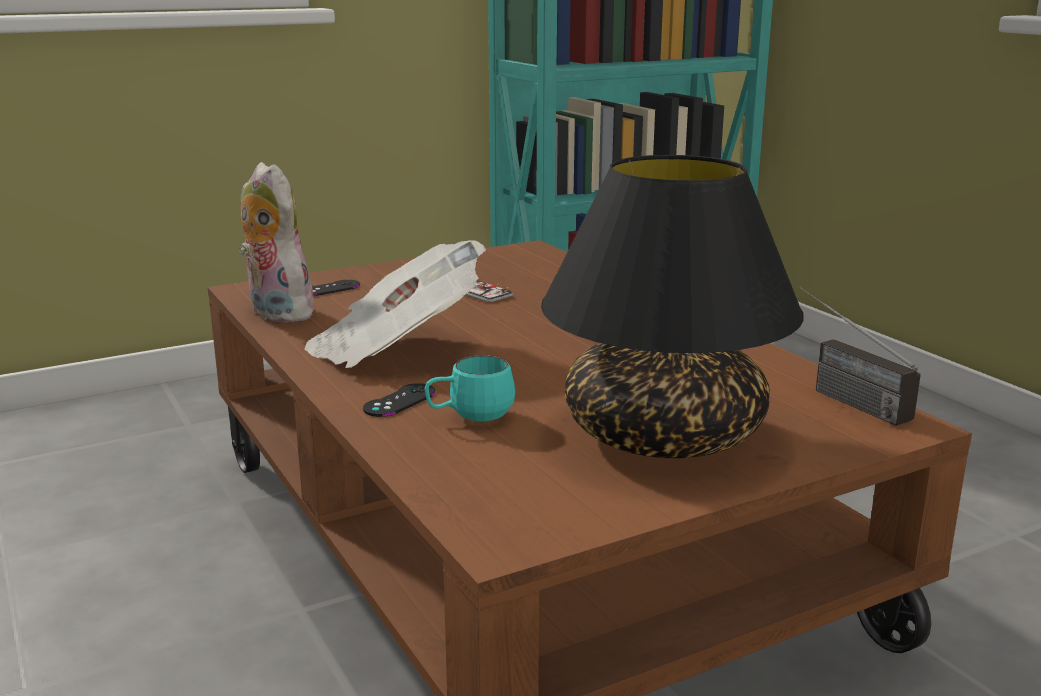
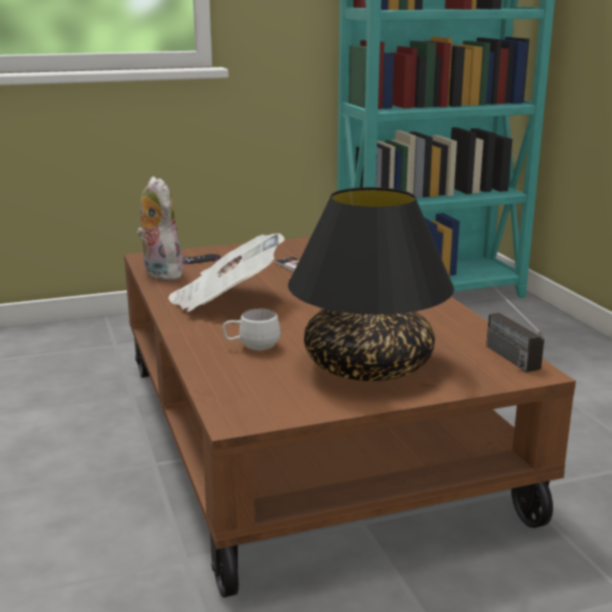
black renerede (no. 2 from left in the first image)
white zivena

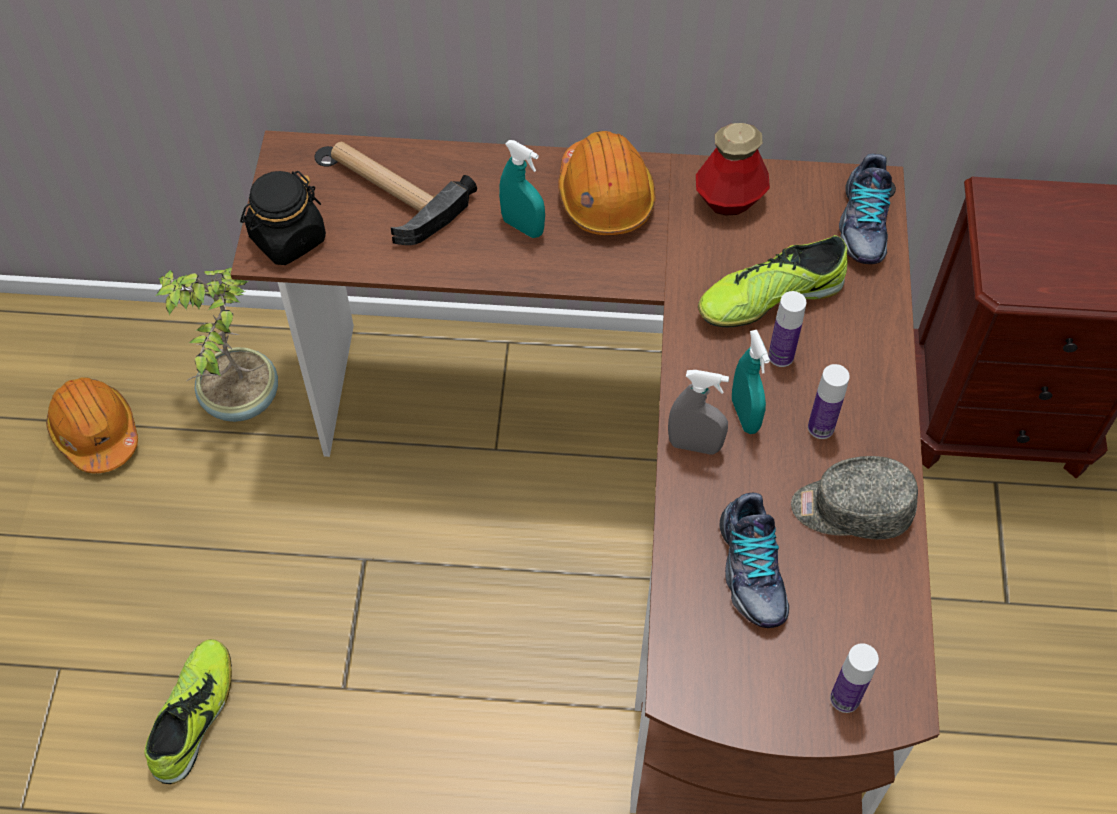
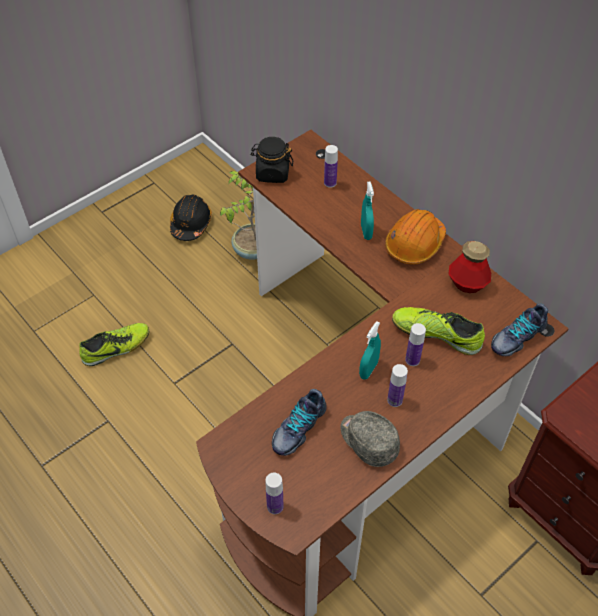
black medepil
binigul (no. 2 from left)
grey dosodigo

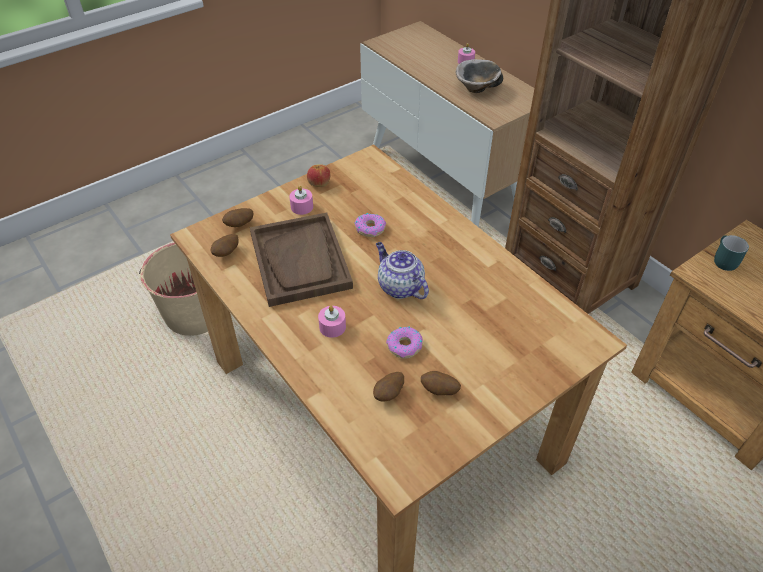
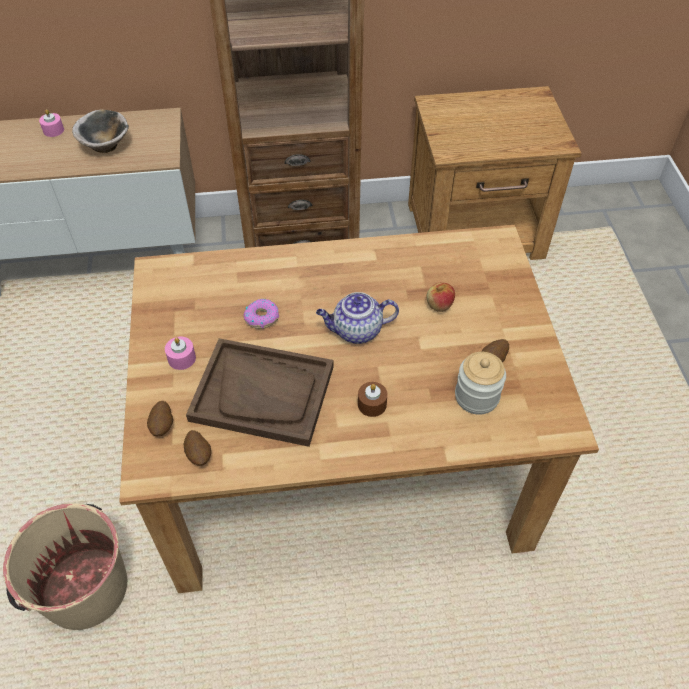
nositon
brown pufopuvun
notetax
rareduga (no. 2 from left in the first image)
turquoise zivena

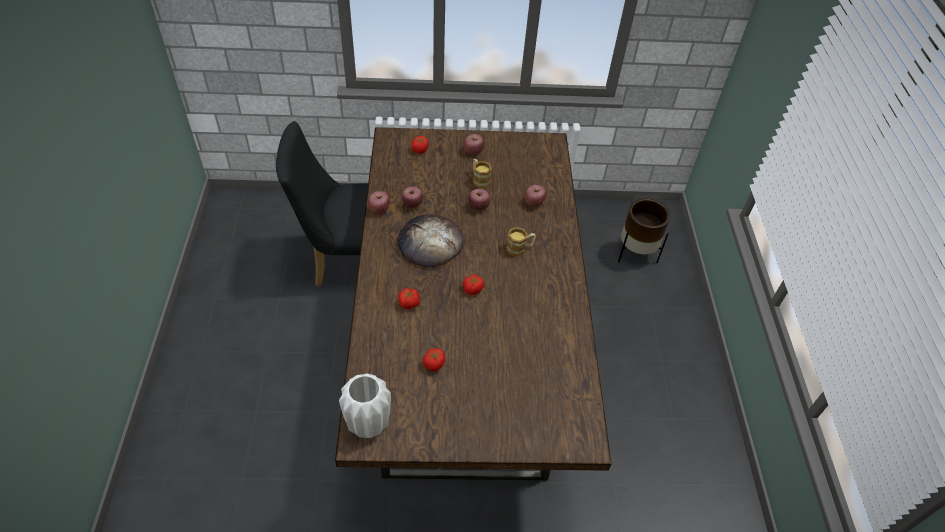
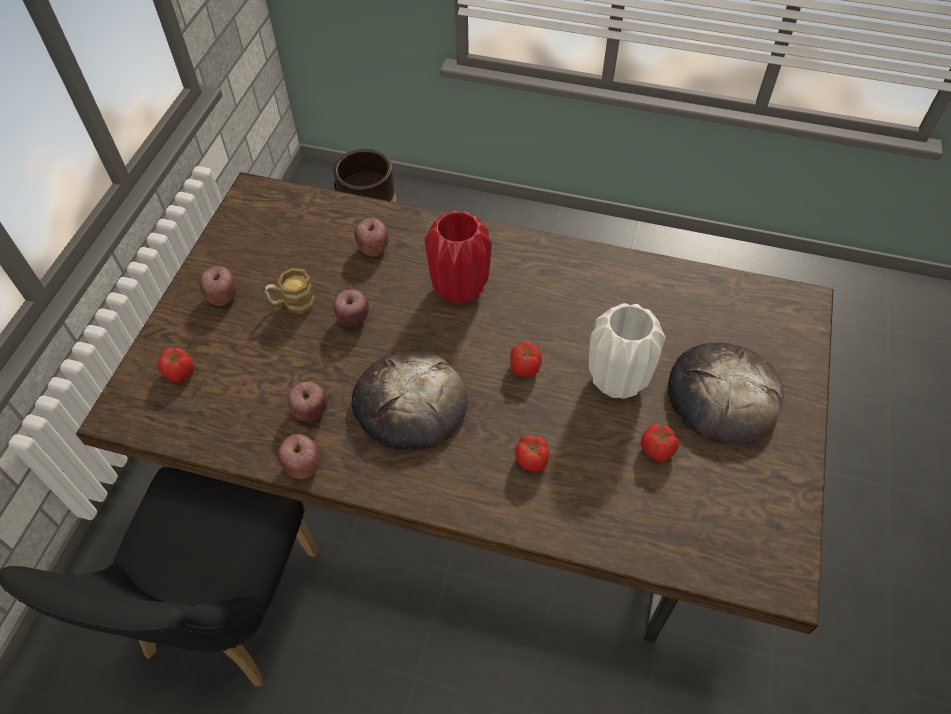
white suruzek
red suruzek
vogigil (no. 2 from left)

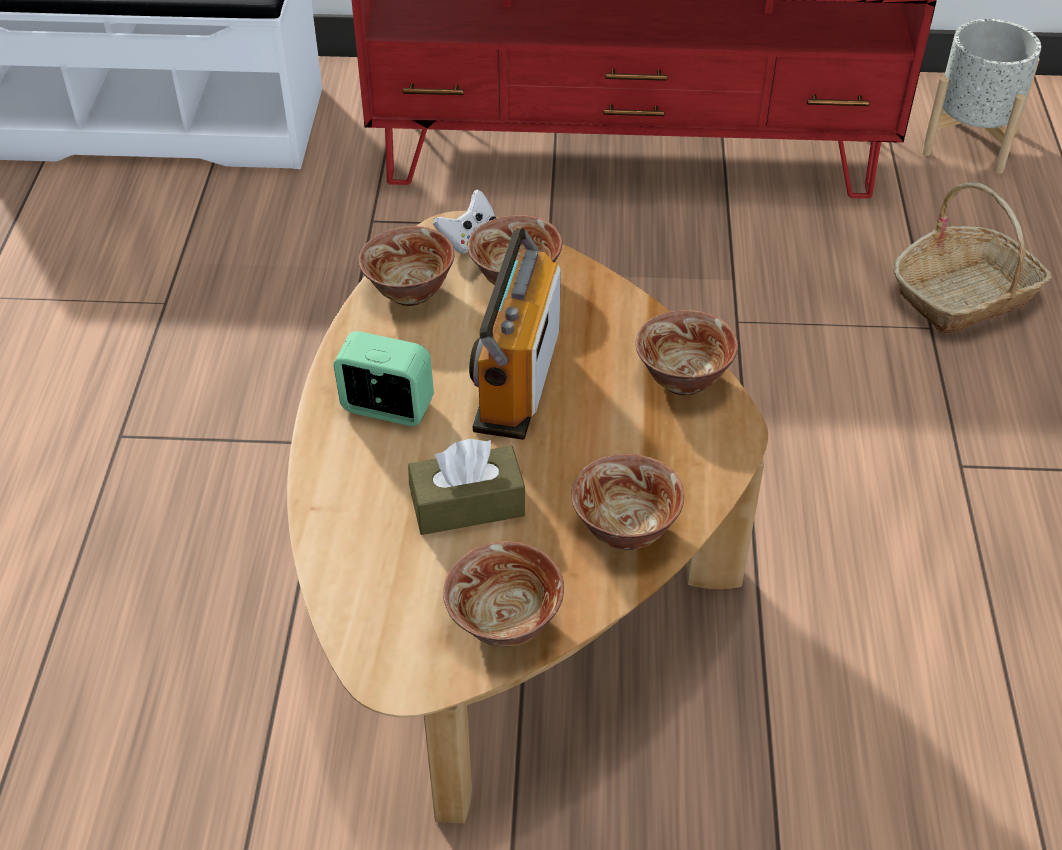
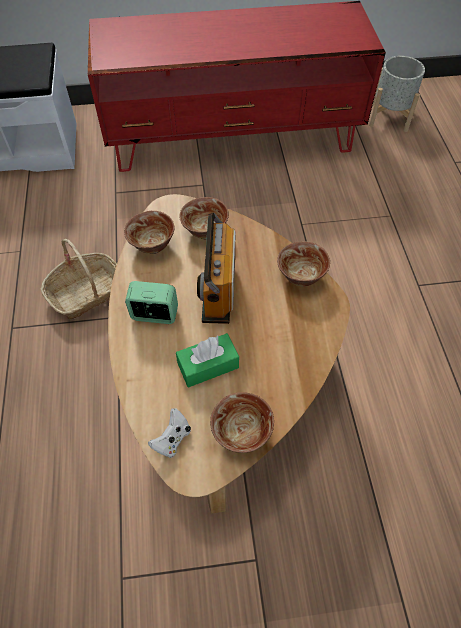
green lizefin
white renerede
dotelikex (no. 4 from left in the first image)
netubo

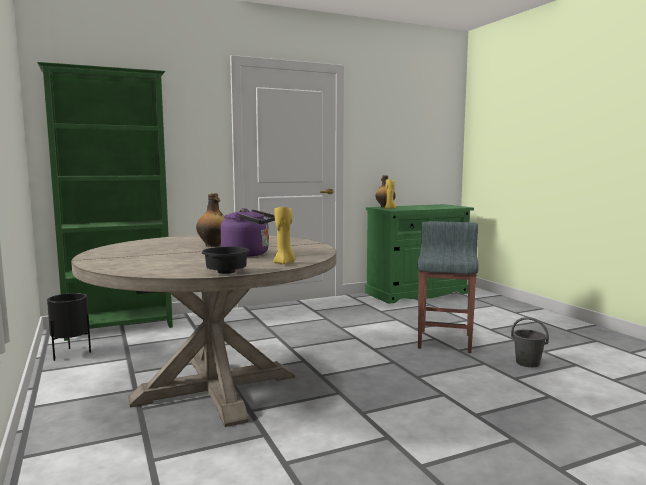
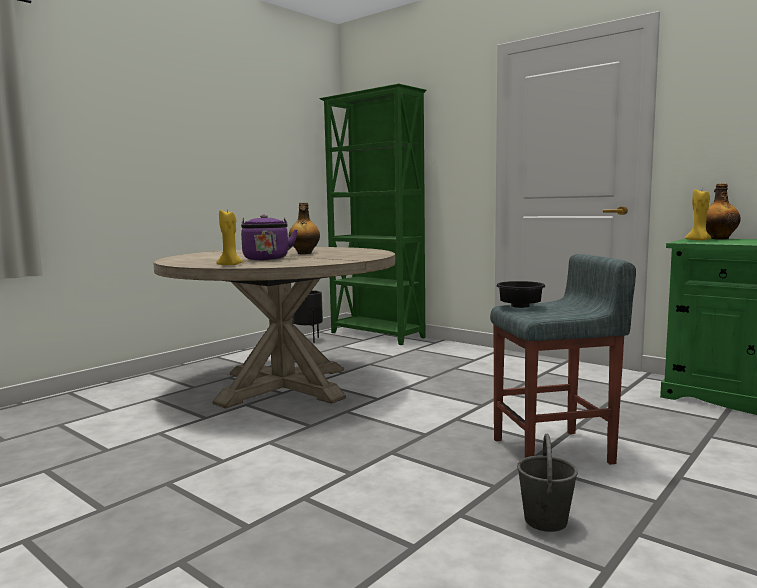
black dotelikex

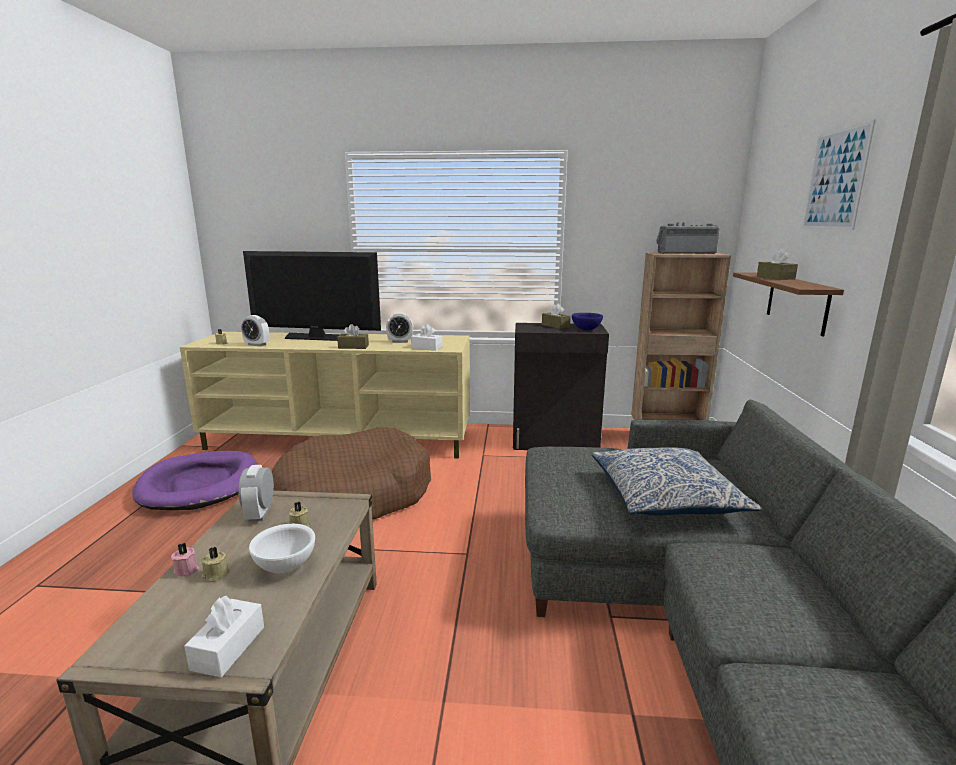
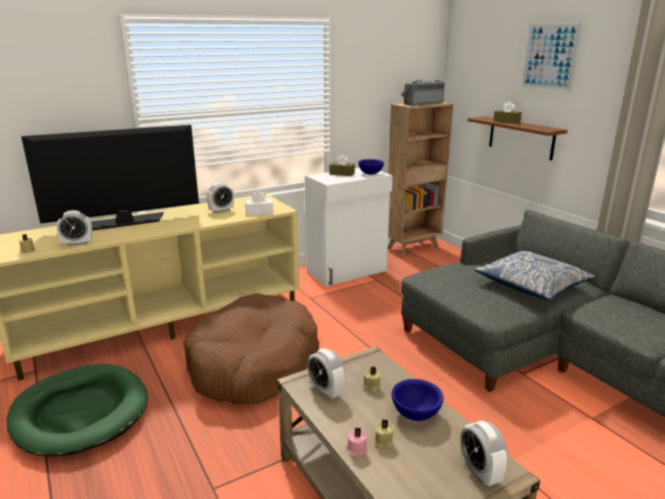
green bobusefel
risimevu (no. 4 from left)
blue dotelikex (no. 2 from left)
brown lizefin (no. 1 from left in the first image)
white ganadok

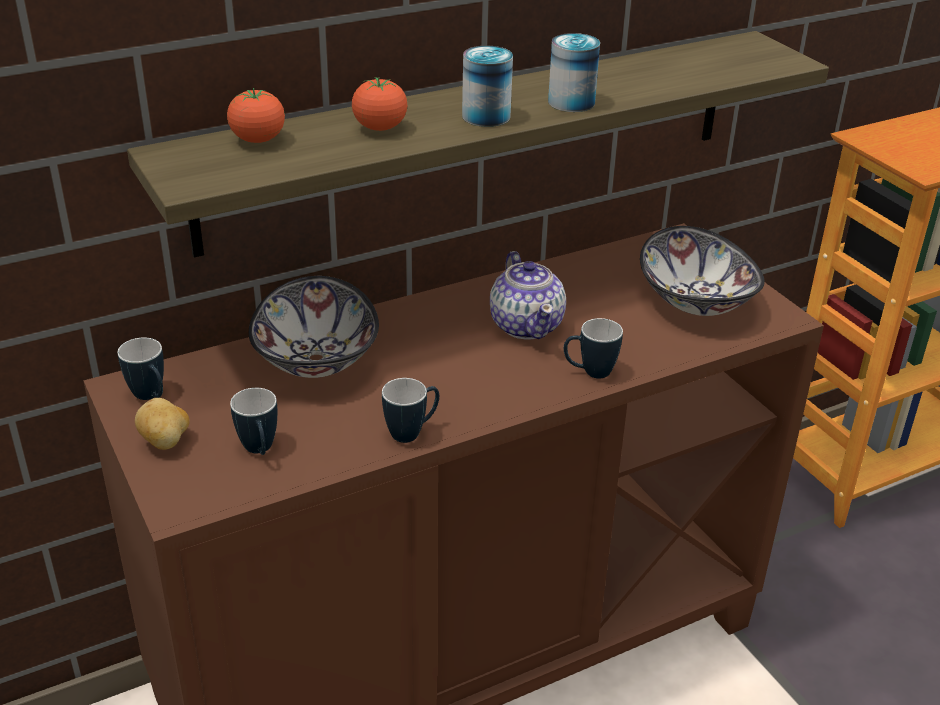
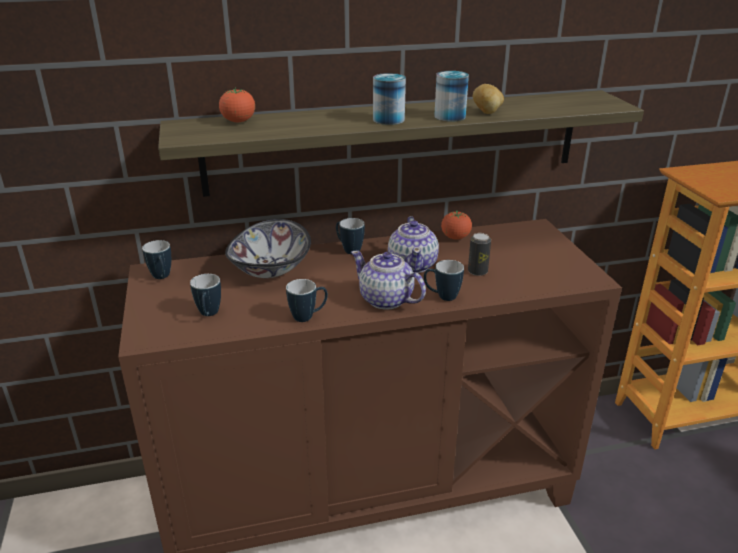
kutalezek
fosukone (no. 2 from left)
dotelikex (no. 2 from left in the first image)
zivena (no. 4 from left)
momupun (no. 1 from left)
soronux (no. 3 from left)

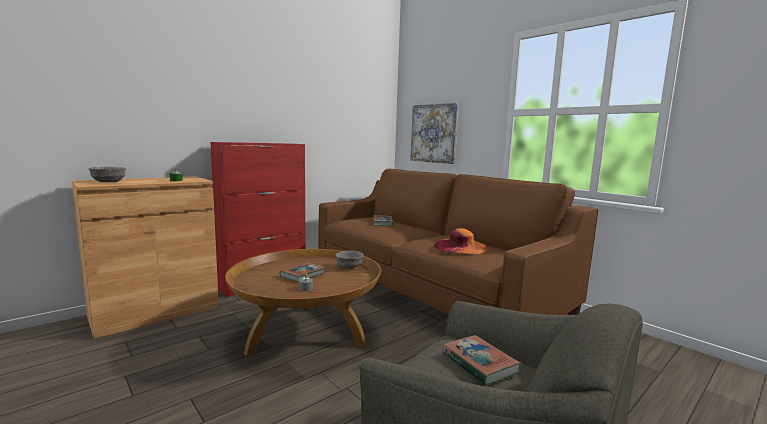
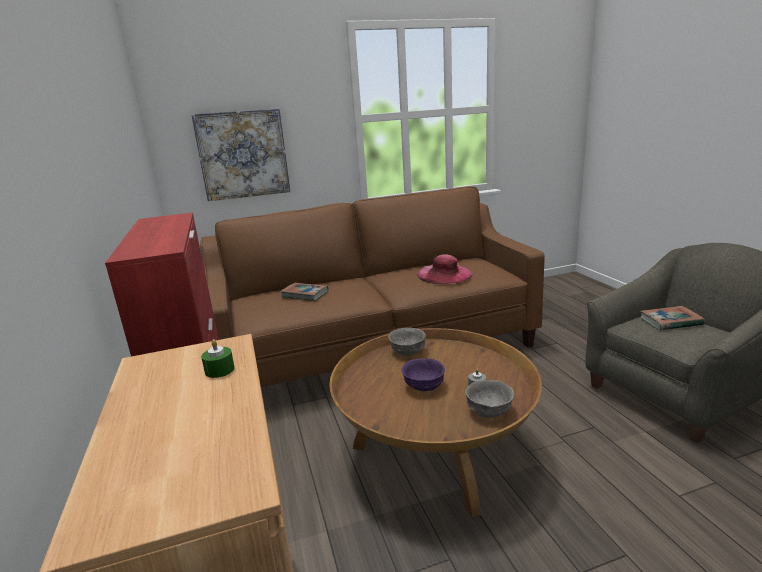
grey dotelikex (no. 2 from left)
purple dotelikex
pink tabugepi

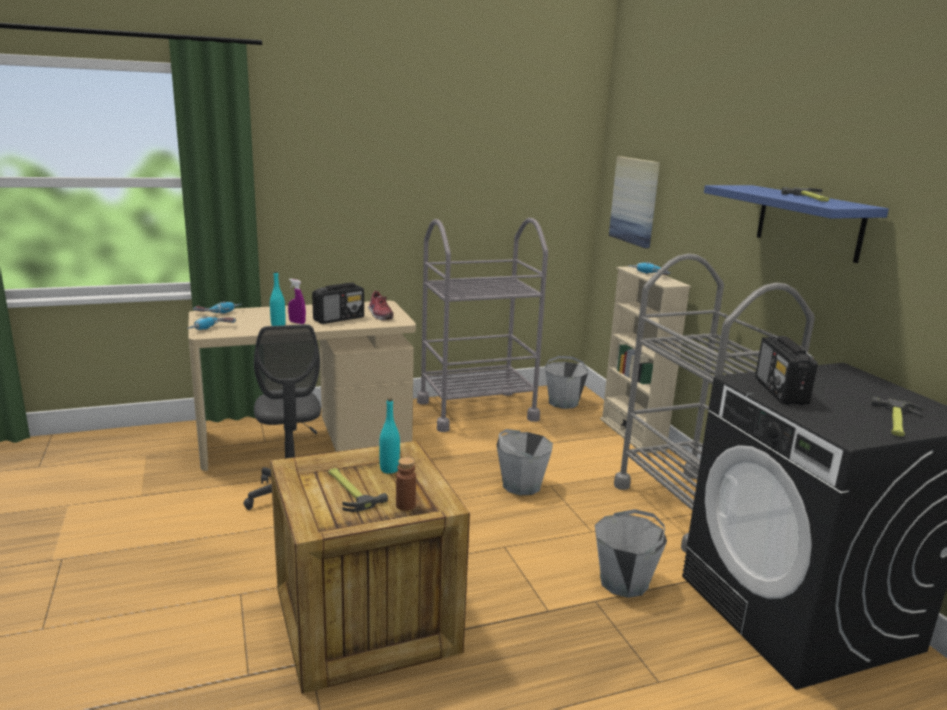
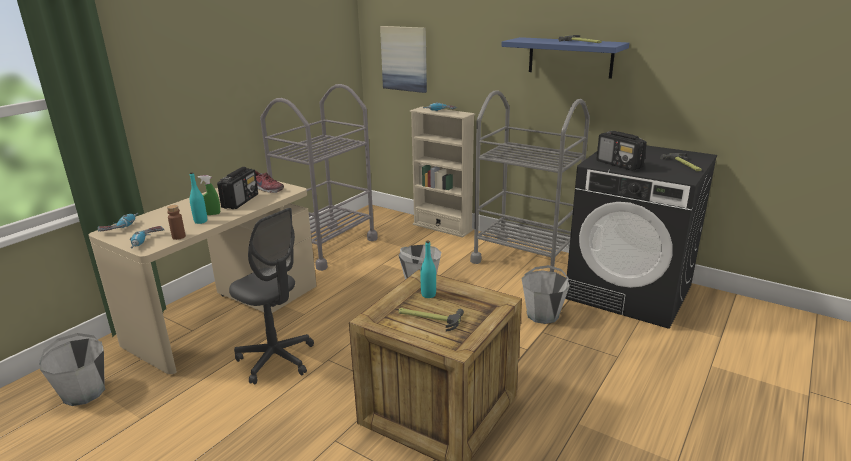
green dosodigo
brown binigul
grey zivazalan (no. 1 from left)

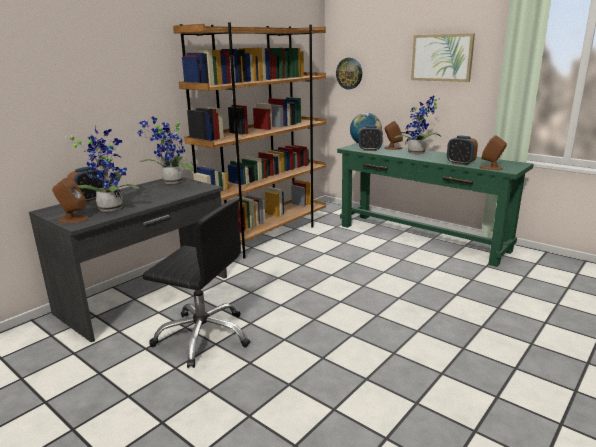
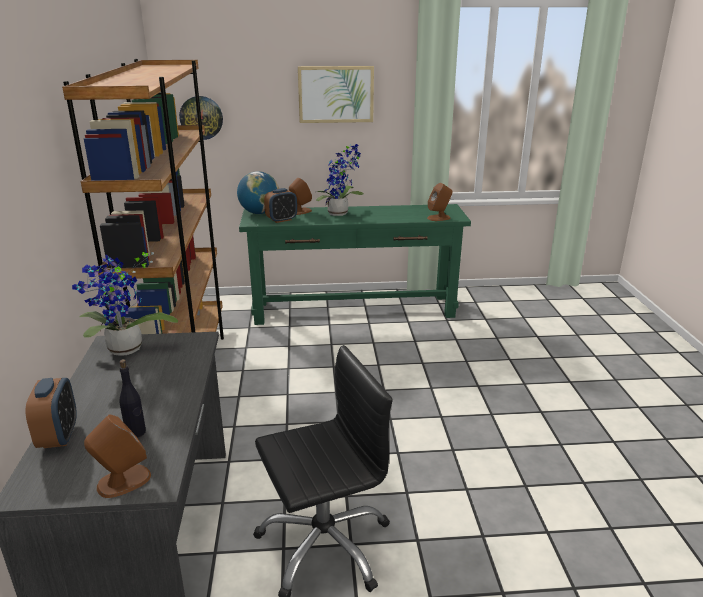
black binigul
risimevu (no. 3 from left in the first image)

